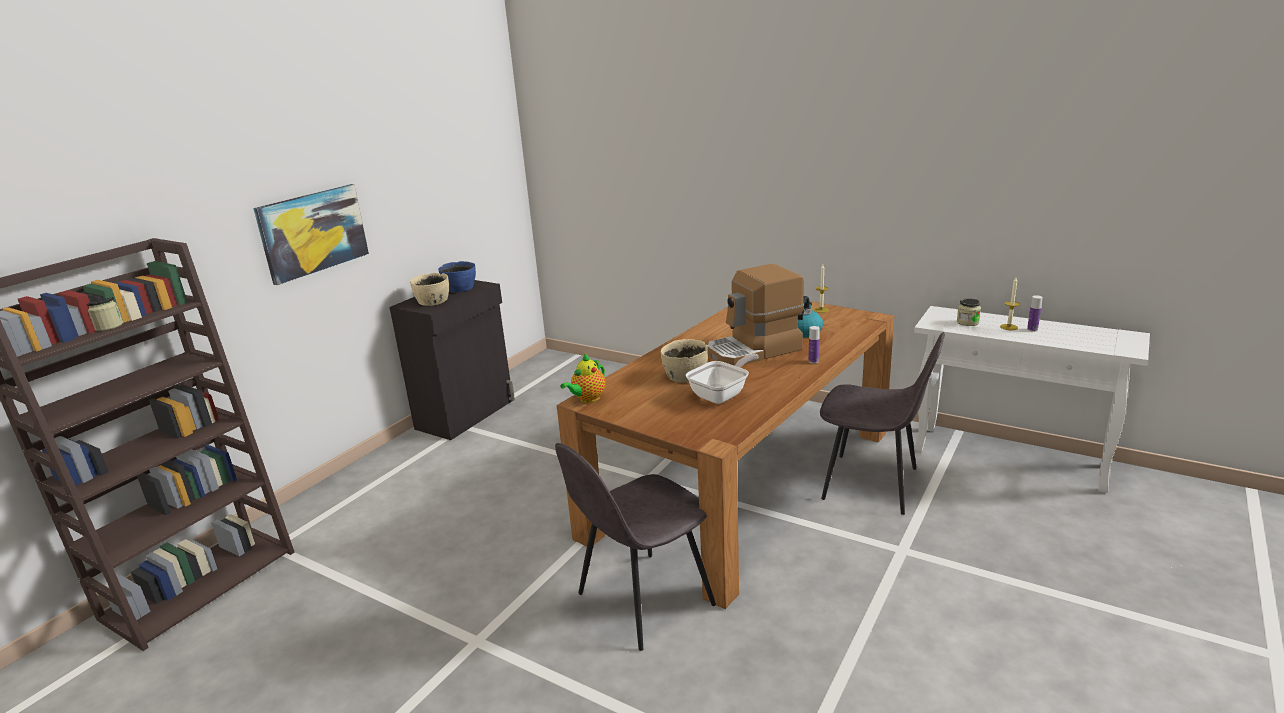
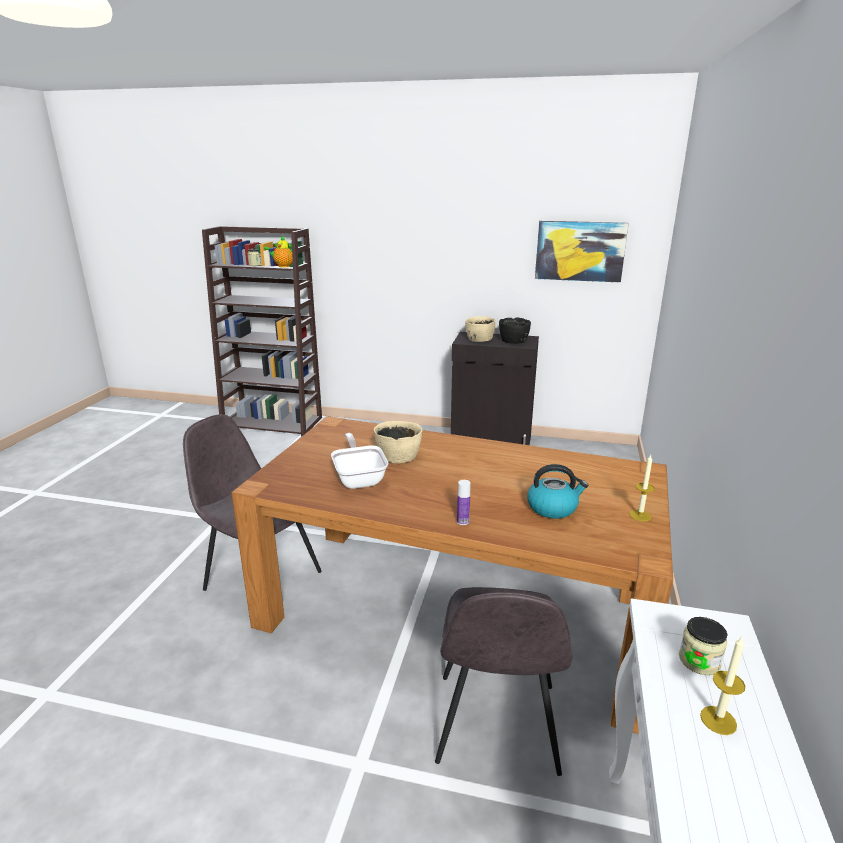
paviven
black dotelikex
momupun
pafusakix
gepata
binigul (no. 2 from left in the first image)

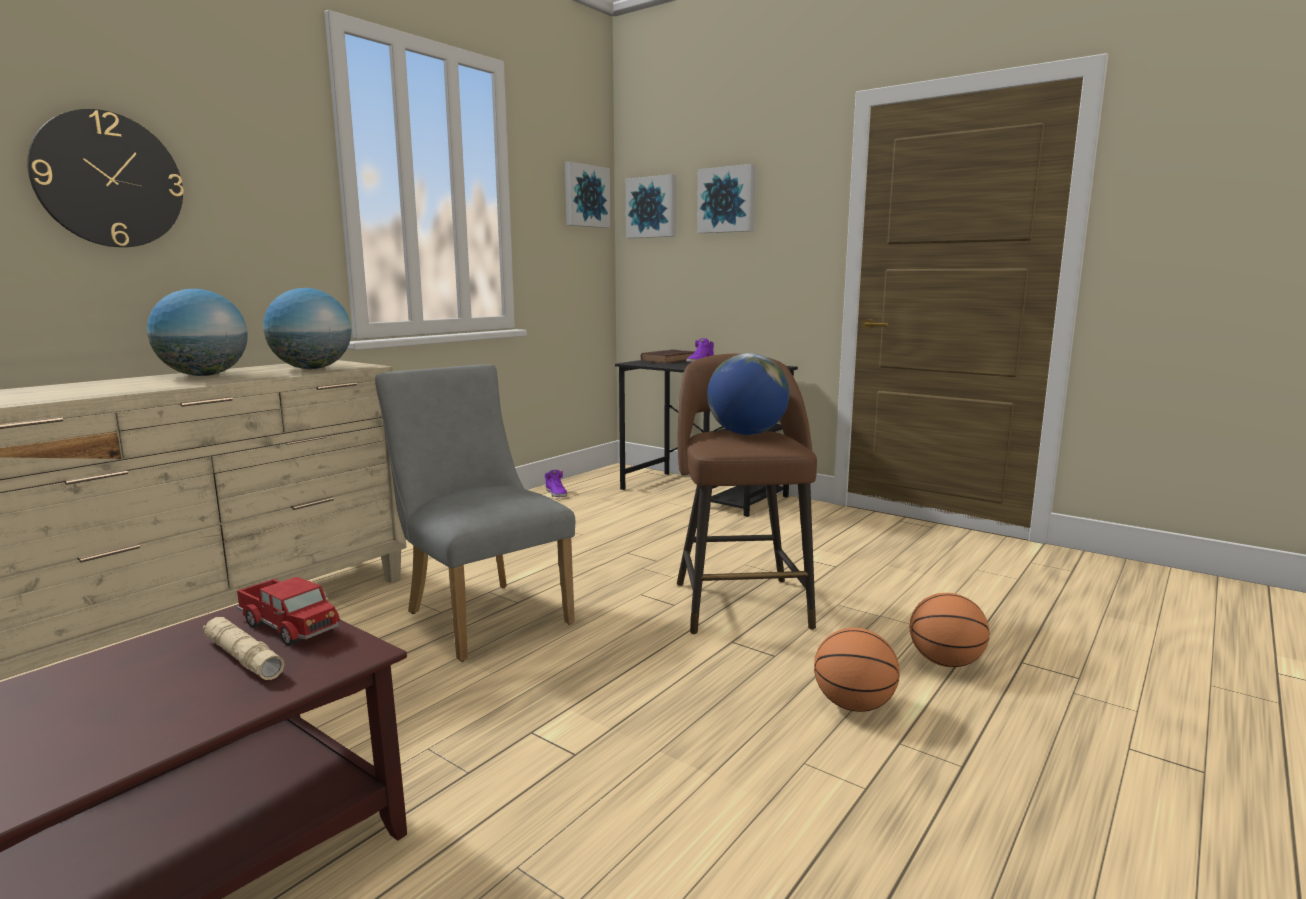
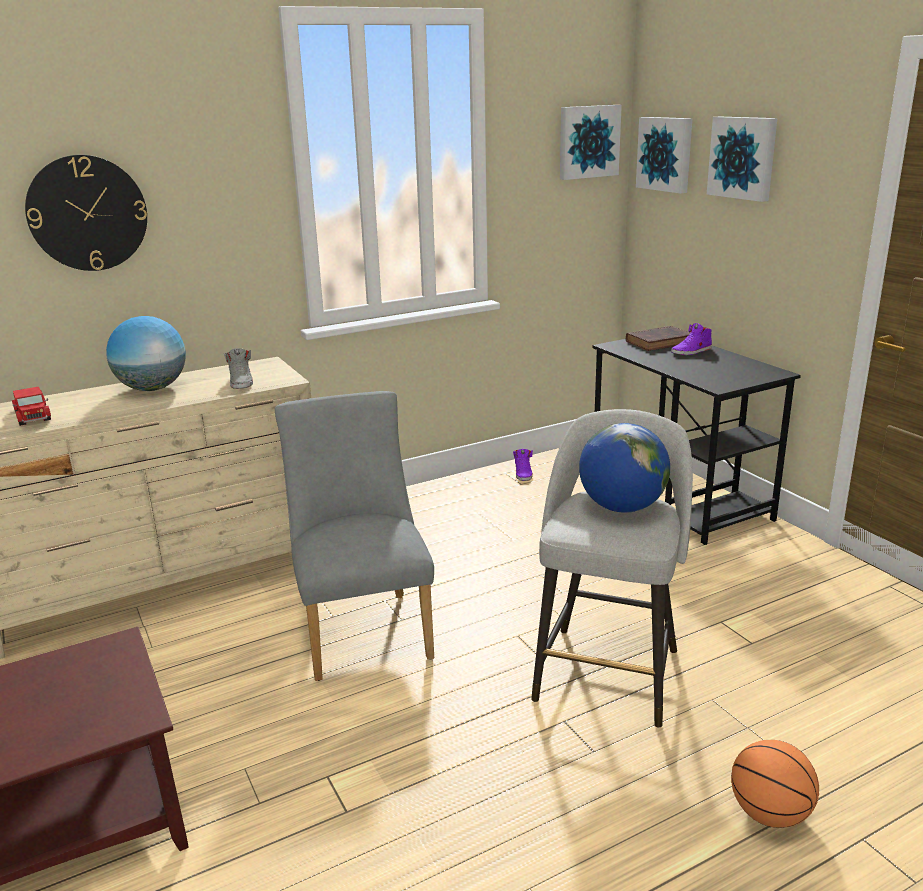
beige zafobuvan
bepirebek
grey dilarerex
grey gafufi
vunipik (no. 1 from left in the first image)

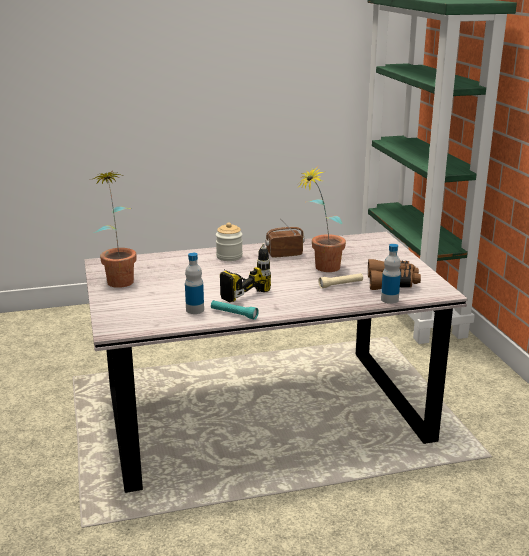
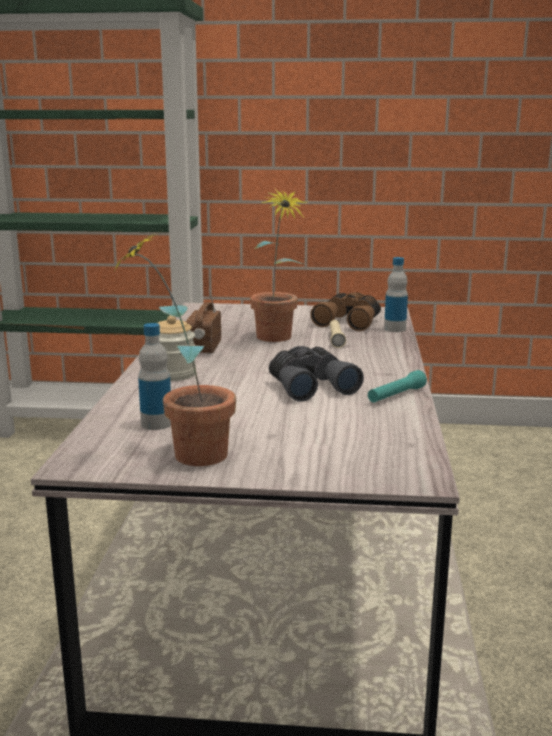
binigul (no. 1 from left)
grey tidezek

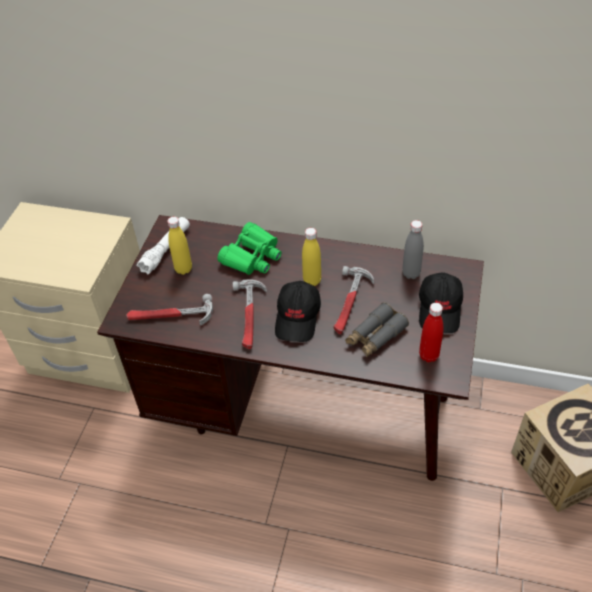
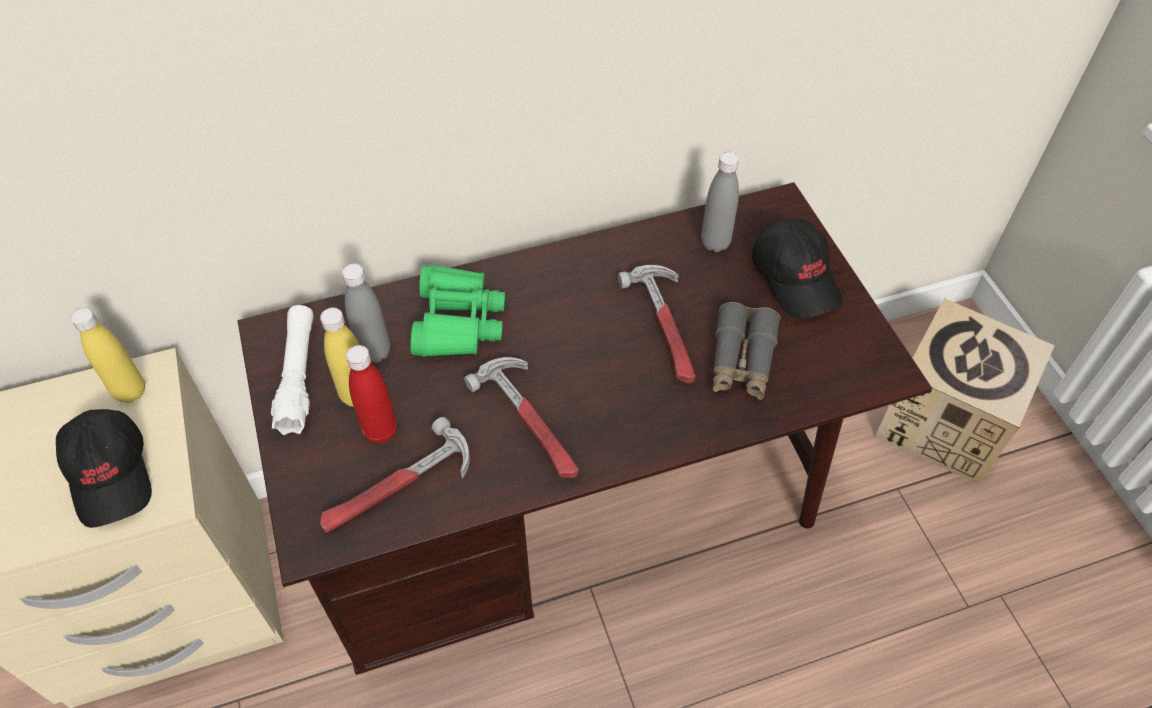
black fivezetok (no. 1 from left)
yellow binigul (no. 1 from left)
red binigul
grey binigul (no. 1 from left)

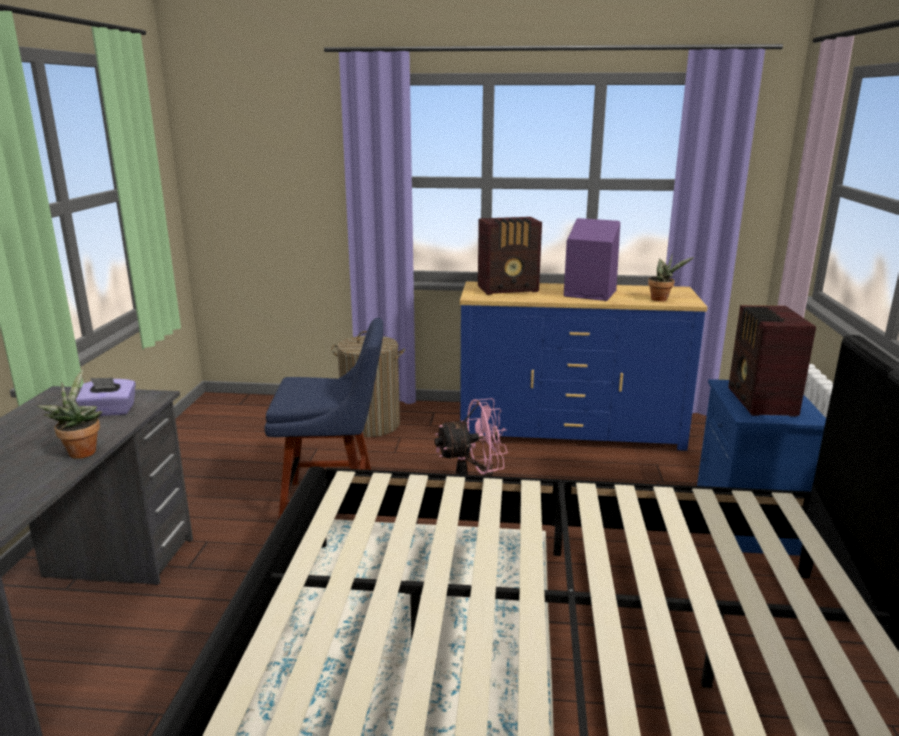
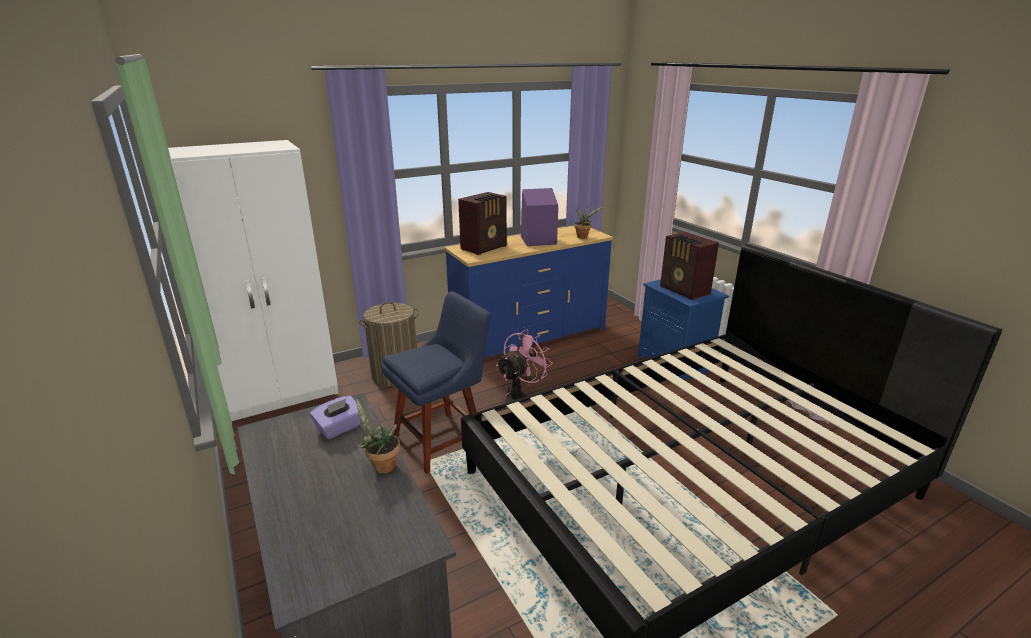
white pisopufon

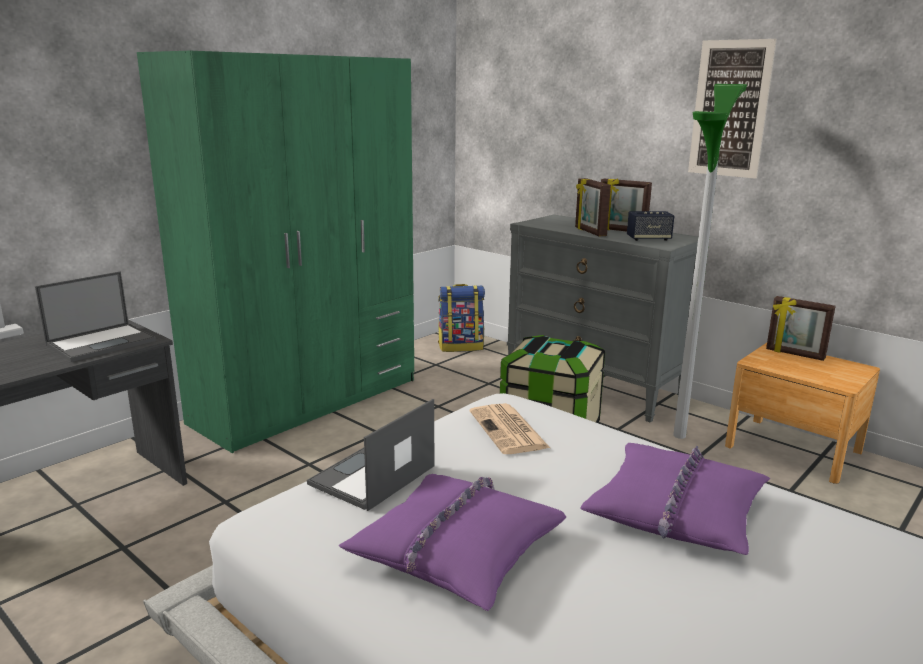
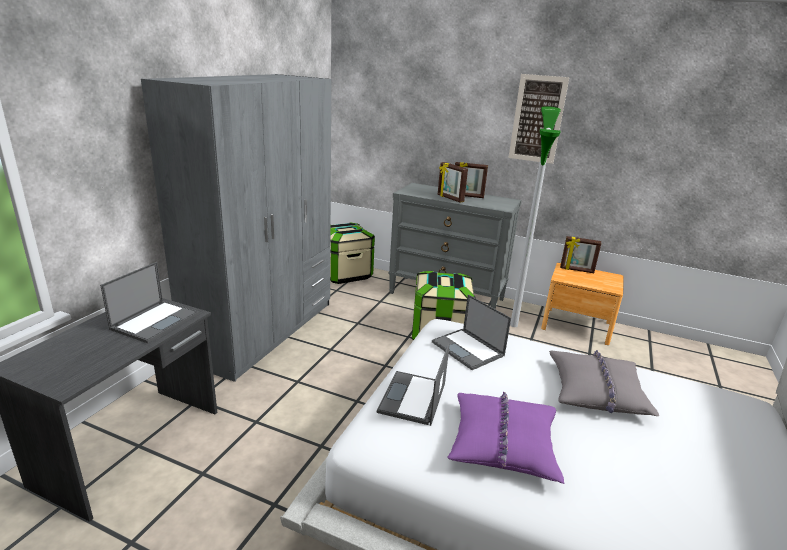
grey pisopufon
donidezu (no. 1 from left)
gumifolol (no. 3 from left)
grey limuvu
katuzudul

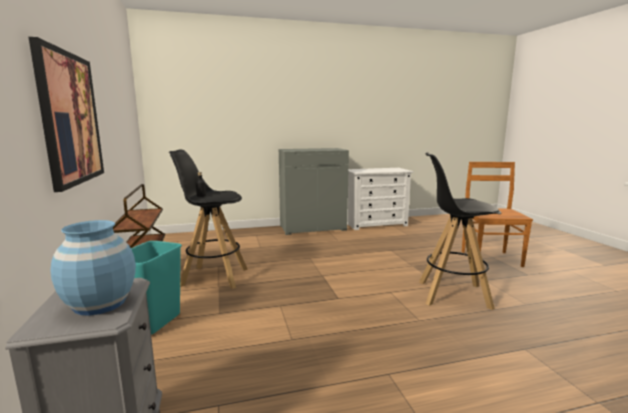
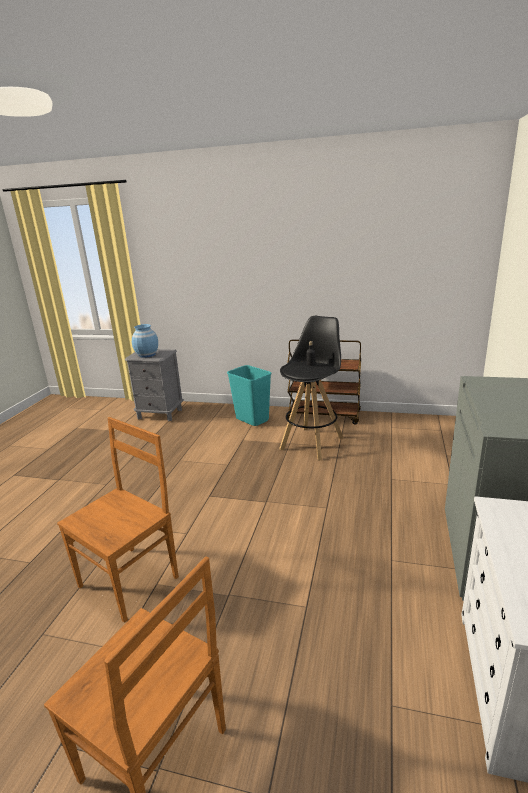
paviven
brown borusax (no. 1 from left)

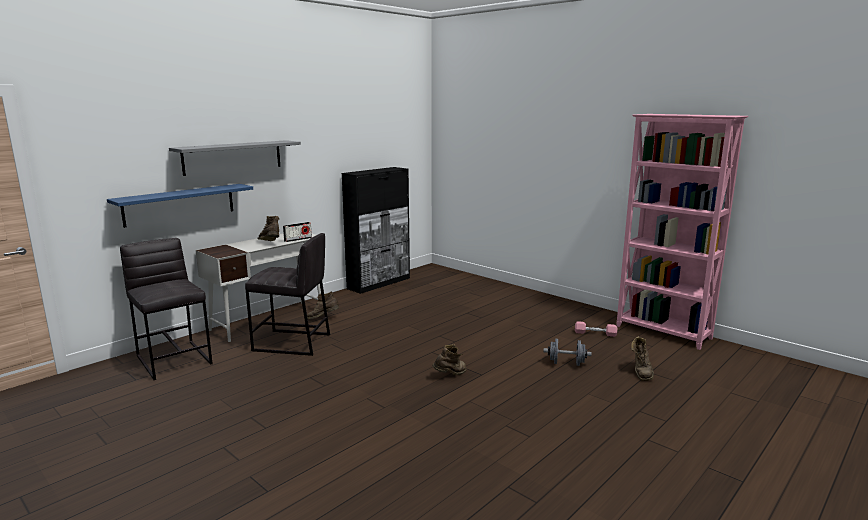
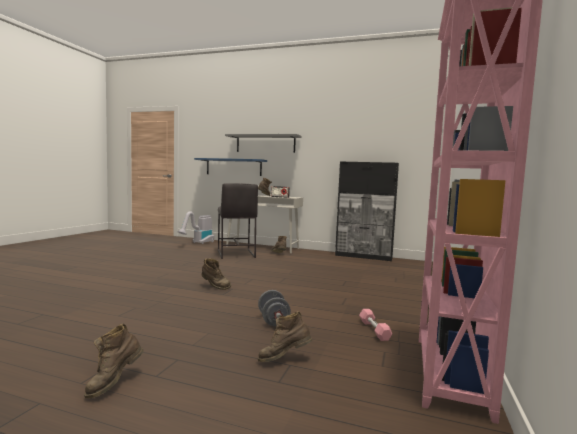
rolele
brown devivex (no. 1 from left)

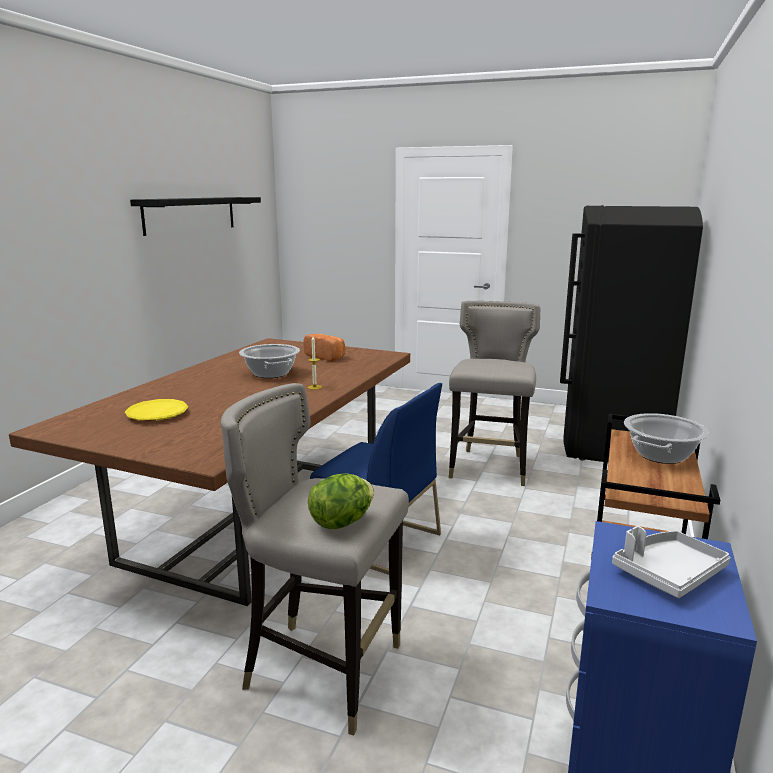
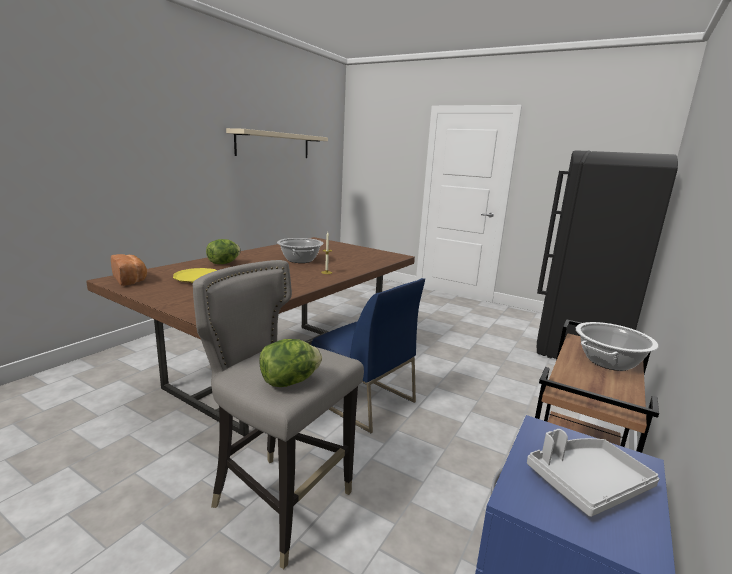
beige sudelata
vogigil
grey gafufi (no. 2 from left in the first image)
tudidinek (no. 1 from left)

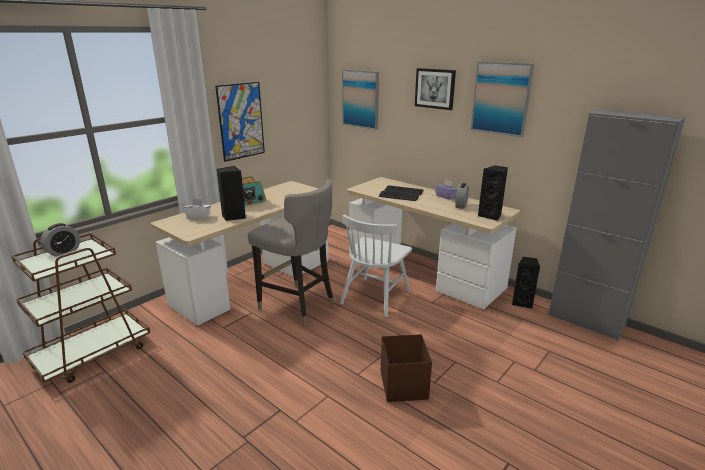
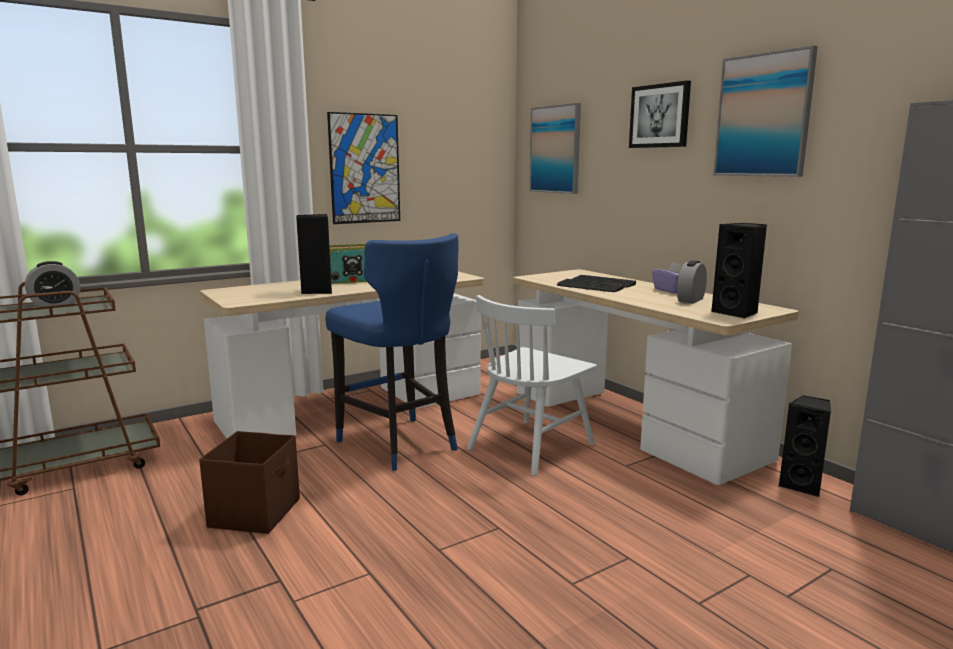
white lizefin
blue gafufi
brown donidezu

